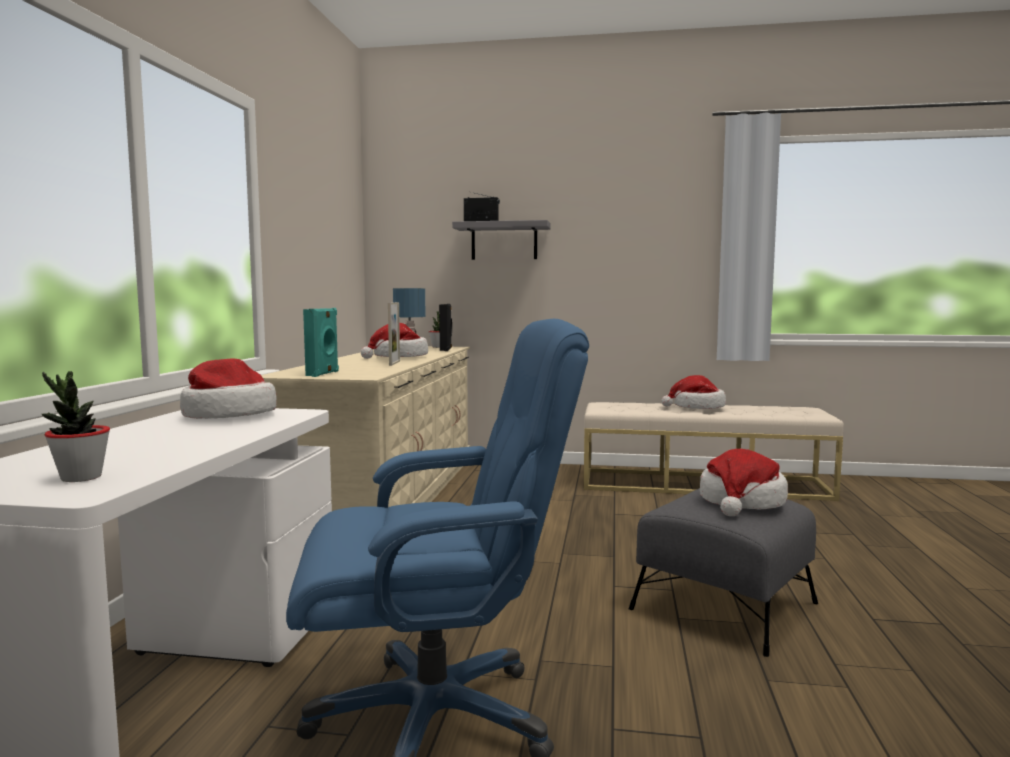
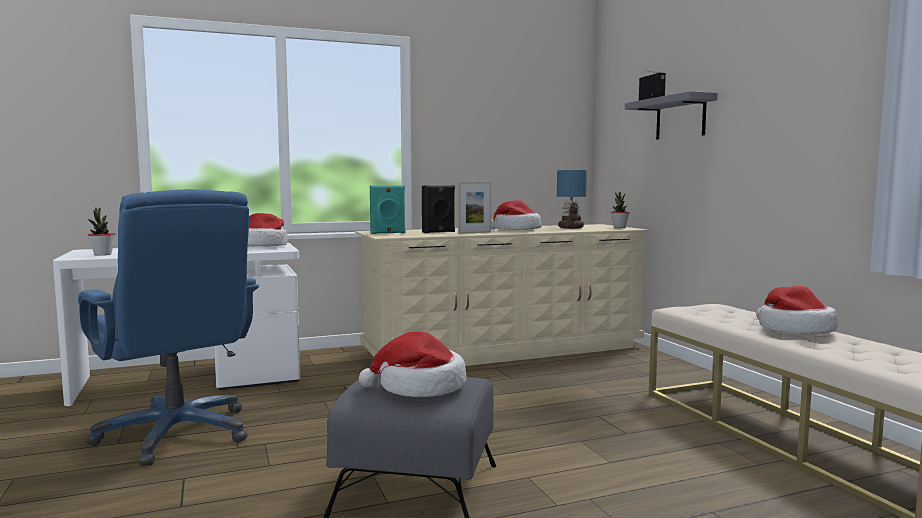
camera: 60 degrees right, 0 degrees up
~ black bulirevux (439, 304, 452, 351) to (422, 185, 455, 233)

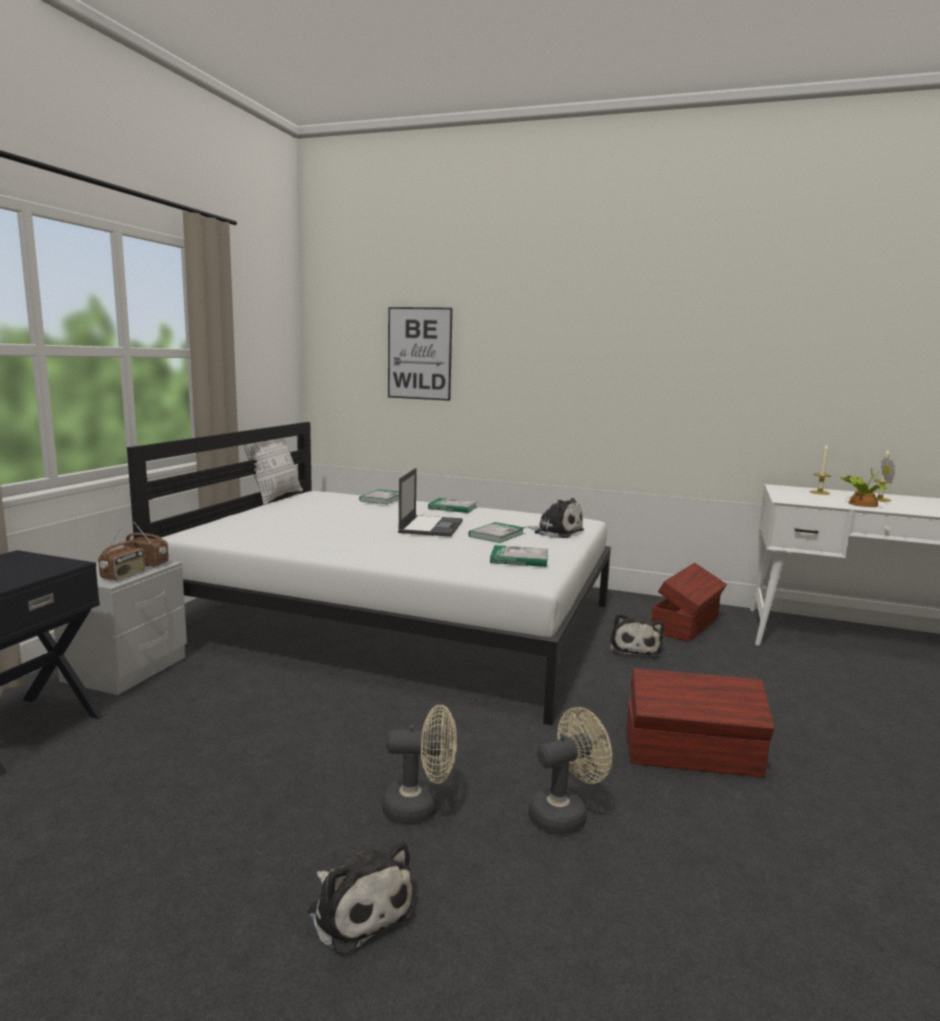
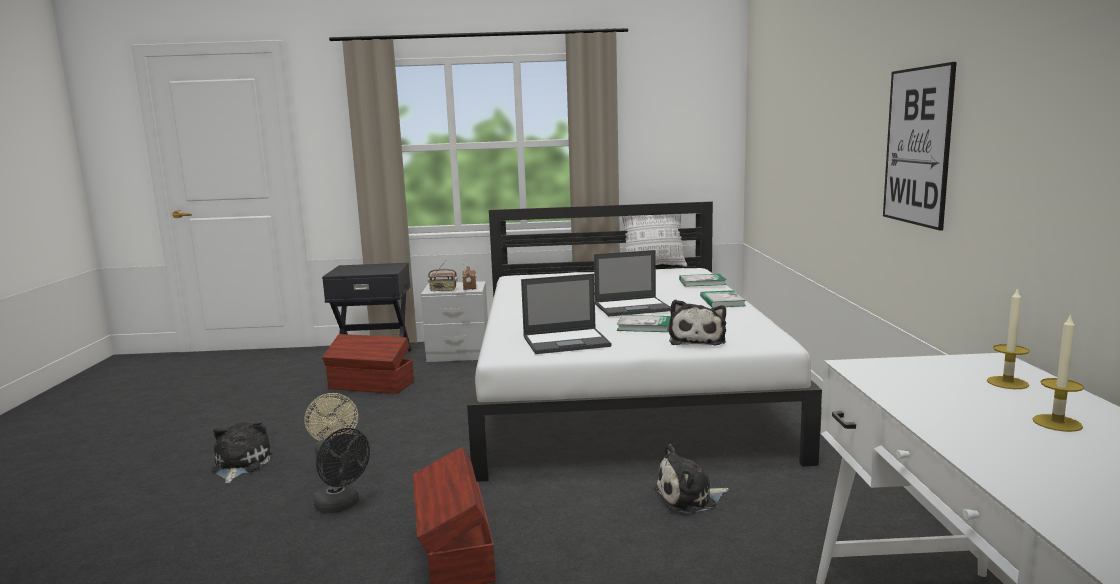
camera: 70 degrees right, 0 degrees up
~ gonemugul (308, 841, 415, 956) = (211, 421, 272, 483) 150 degrees clockwise
~ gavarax (388, 307, 453, 401) to (883, 62, 957, 231)
~ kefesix (490, 545, 548, 567) to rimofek (521, 274, 611, 354)
~ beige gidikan (529, 707, 612, 835) to black gidikan (313, 428, 370, 513)
~ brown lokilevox (651, 563, 727, 642) to (322, 334, 414, 394)
- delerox (840, 456, 895, 507)

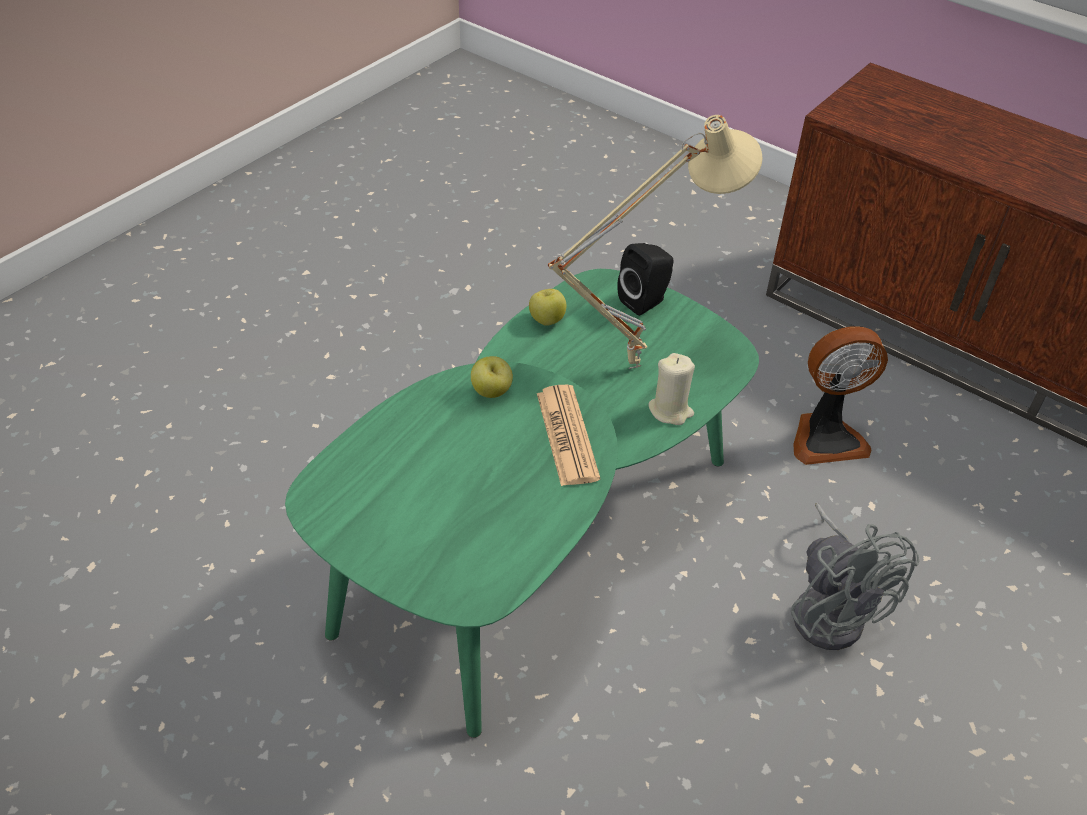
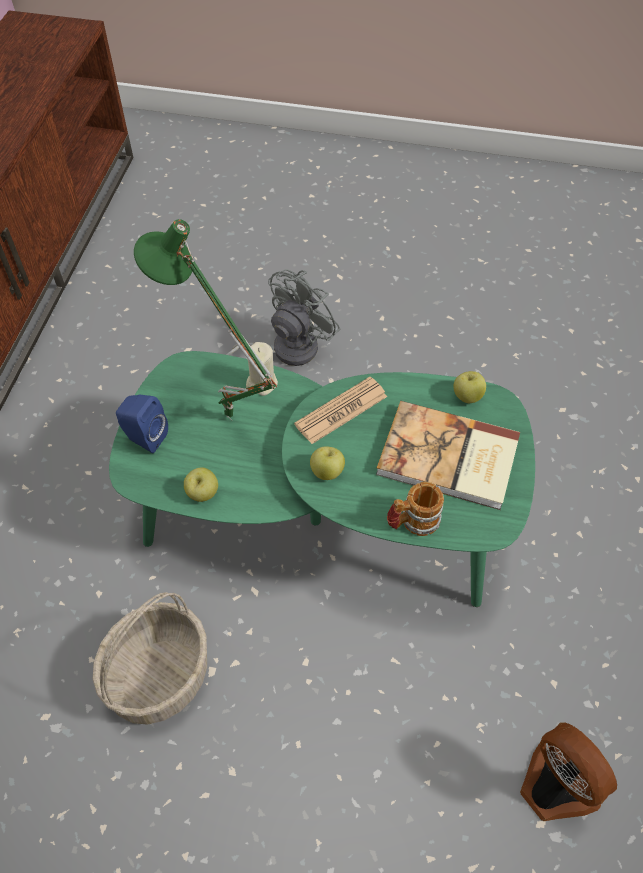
camera: 115 degrees left, 10 degrees up
~ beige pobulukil (548, 115, 762, 369) to green pobulukil (134, 219, 277, 420)
~ black bulirevux (617, 243, 674, 316) to blue bulirevux (116, 395, 168, 453)
~ gidikan (794, 326, 888, 465) to (520, 722, 617, 821)
+ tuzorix (93, 592, 207, 725)
+ kefesix (376, 401, 520, 510)
+ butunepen (387, 482, 444, 536)
+ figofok (454, 371, 486, 403)

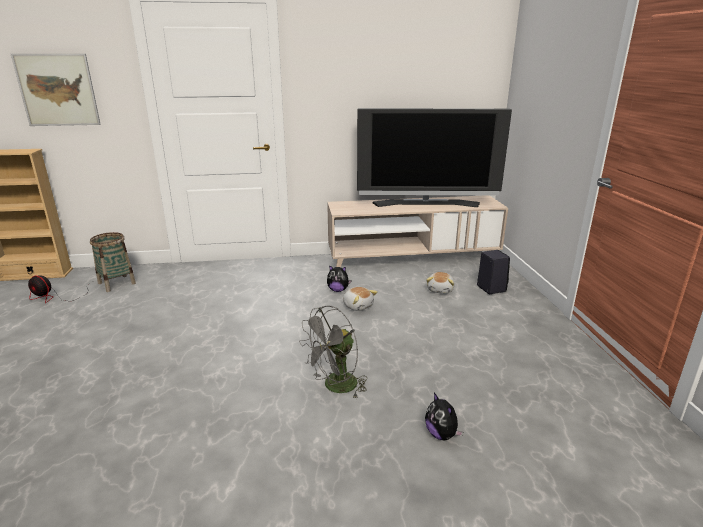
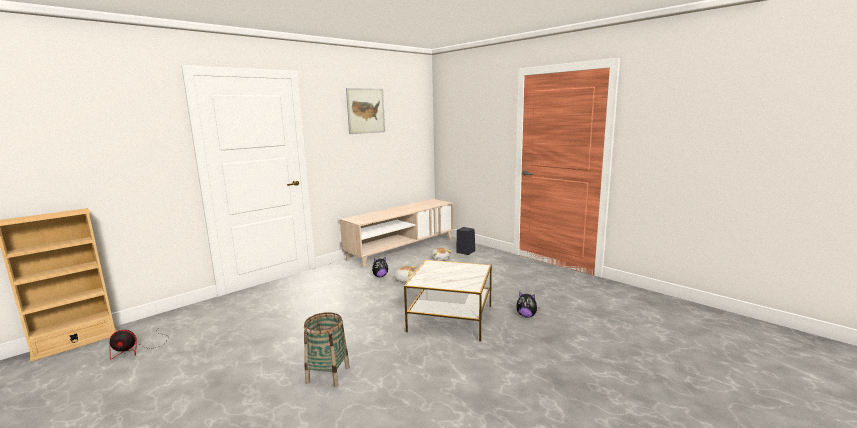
camera: 35 degrees left, 10 degrees down
~ gavarax (11, 54, 101, 126) to (346, 88, 385, 134)
~ tuzorix (90, 232, 136, 292) to (304, 312, 350, 387)
~ grey gidikan (299, 305, 368, 399) to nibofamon (404, 260, 492, 341)
- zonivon (357, 108, 512, 207)

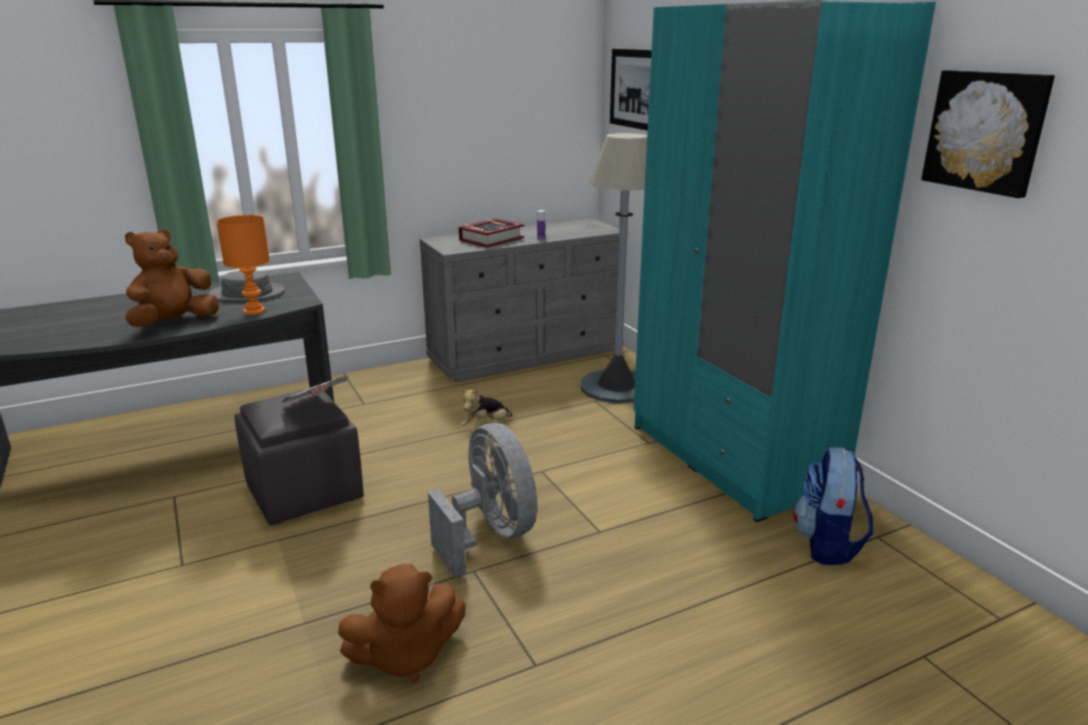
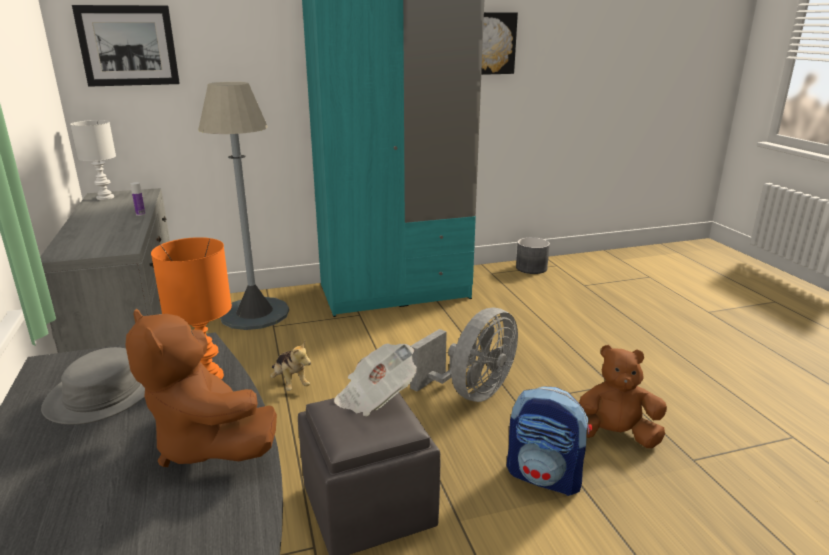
camera: 80 degrees left, 0 degrees up
~ brown gonemugul (338, 564, 466, 683) = (579, 345, 667, 448) 75 degrees counterclockwise
~ grey gidikan (428, 423, 537, 577) = (410, 307, 518, 402) 150 degrees clockwise
- kefesix (459, 219, 524, 247)
~ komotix (793, 447, 873, 565) to (507, 386, 592, 496)
+ white pobulukil (70, 120, 116, 200)
+ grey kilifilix (516, 237, 550, 274)

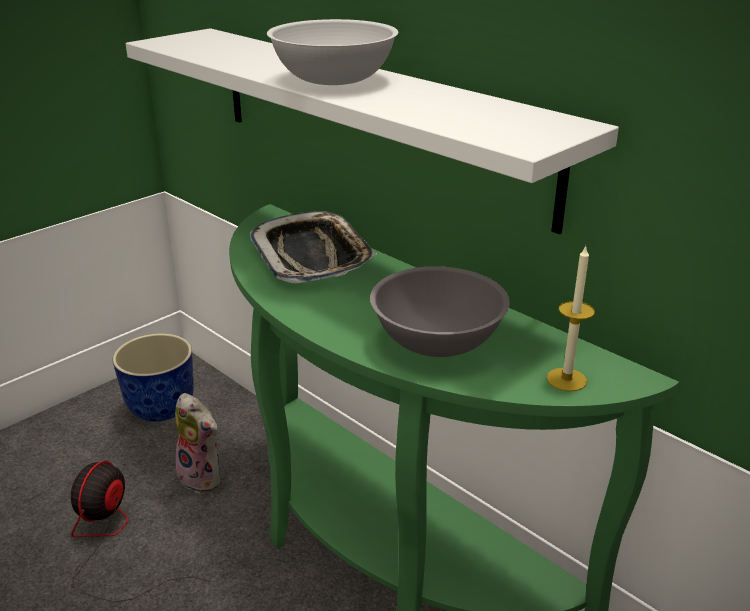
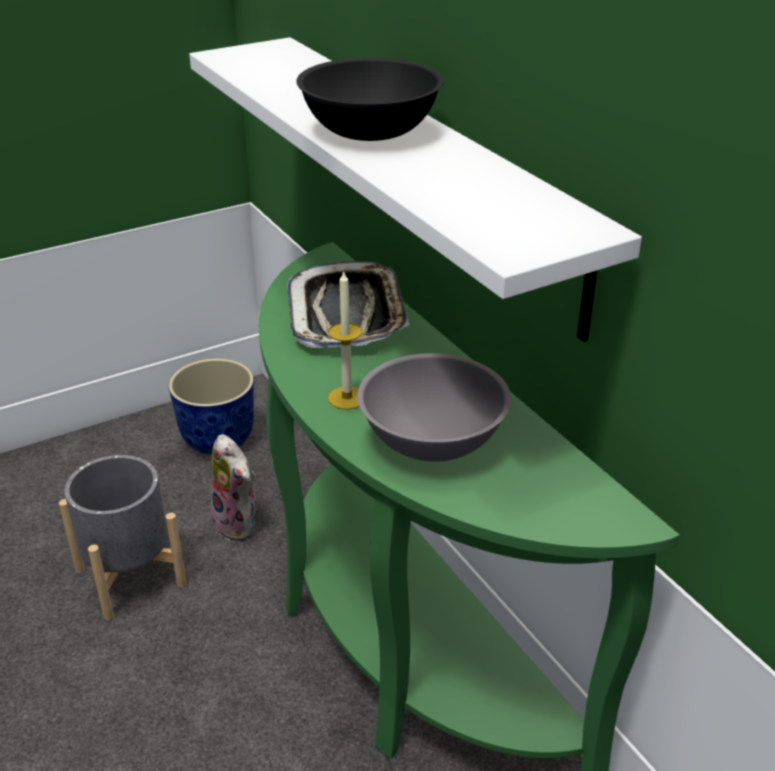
camera: 15 degrees right, 5 degrees up
~ gidikan (71, 461, 212, 602) to grey kilifilix (59, 455, 187, 621)
~ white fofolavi (267, 19, 399, 85) to black fofolavi (296, 57, 444, 141)
~ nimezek (547, 246, 595, 392) to (328, 270, 363, 410)

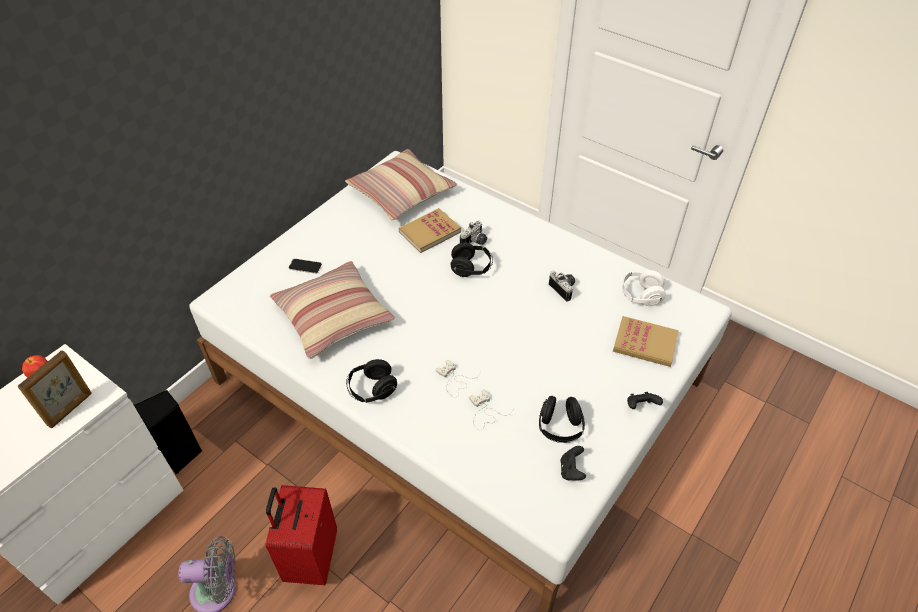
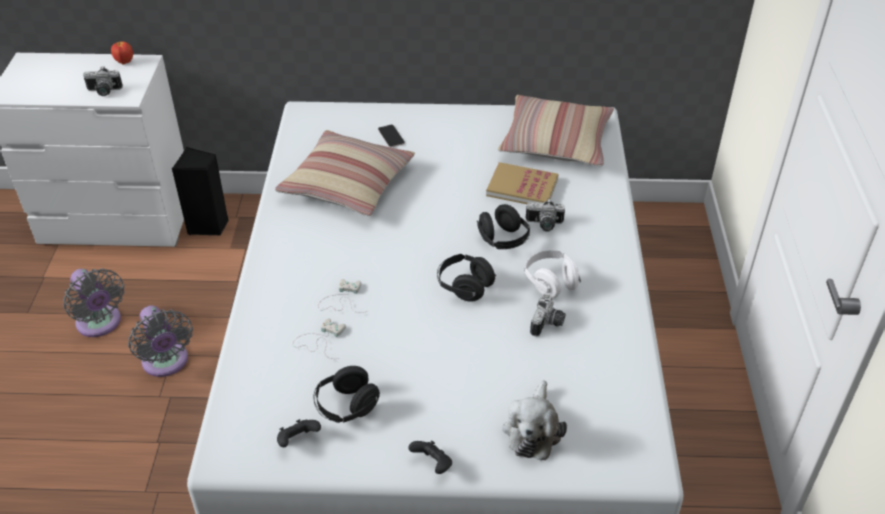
camera: 55 degrees right, 5 degrees down
~ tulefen (17, 350, 92, 428) to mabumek (83, 66, 123, 96)
~ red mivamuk (266, 485, 337, 585) to grey gidikan (128, 306, 193, 377)
~ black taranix (346, 359, 397, 403) to (437, 254, 496, 302)
~ kefesix (613, 316, 679, 367) to gonemugul (502, 380, 567, 460)
~ white taranix (621, 270, 666, 306) to (525, 250, 581, 298)

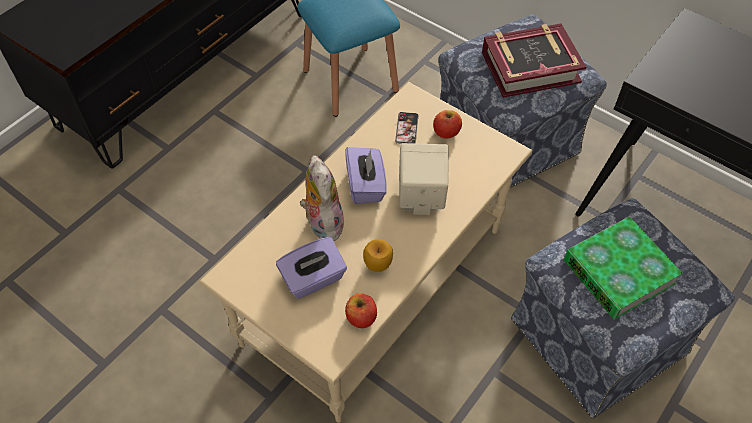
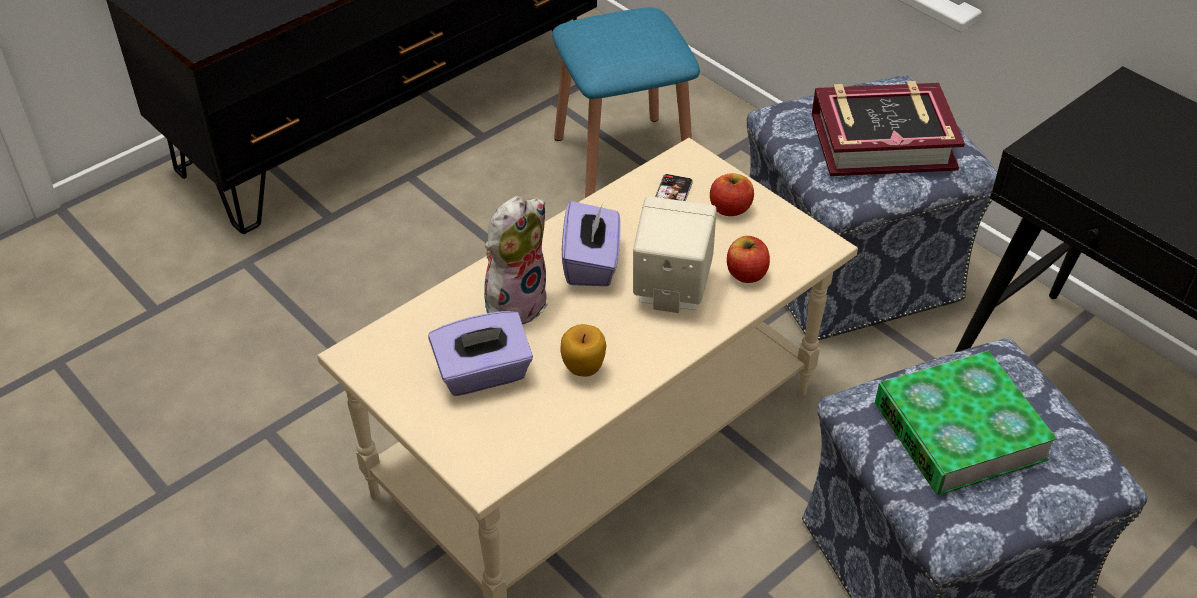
camera: 10 degrees right, 10 degrees down
~ gonemugul (300, 155, 346, 241) = (484, 196, 548, 324) 45 degrees clockwise
~ figofok (345, 293, 377, 328) to (727, 236, 770, 283)

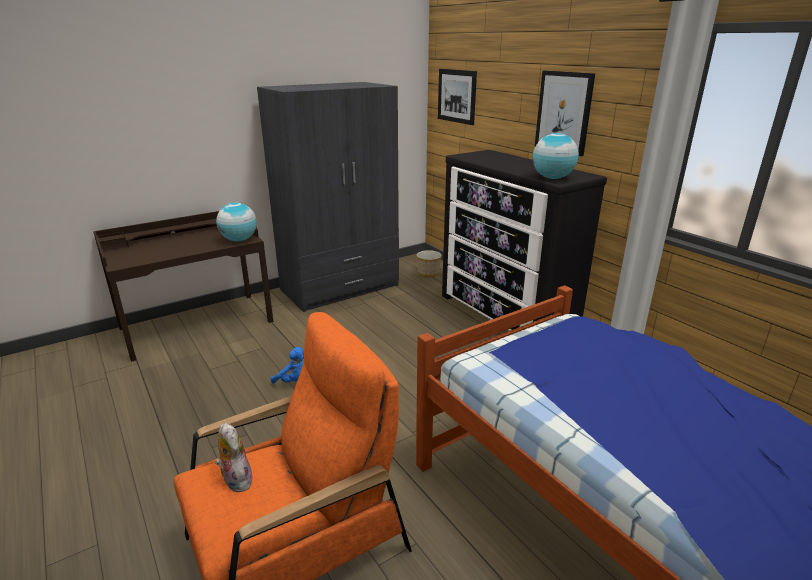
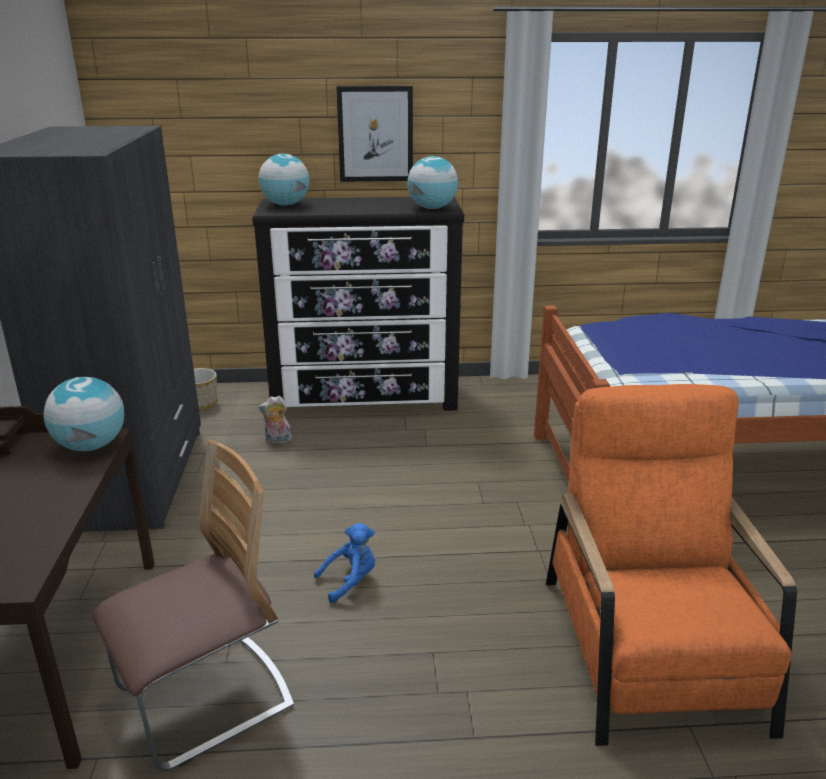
camera: 60 degrees left, 0 degrees up
~ gonemugul (215, 423, 252, 492) to (258, 396, 291, 444)
- gavarax (438, 69, 477, 125)
+ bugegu (92, 440, 294, 771)
+ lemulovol (259, 154, 309, 206)

